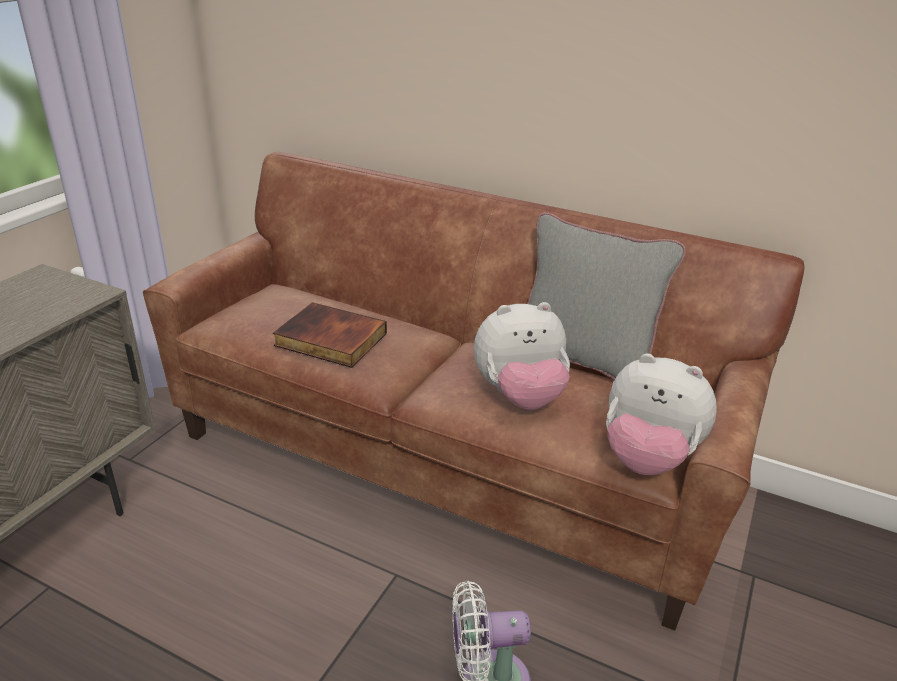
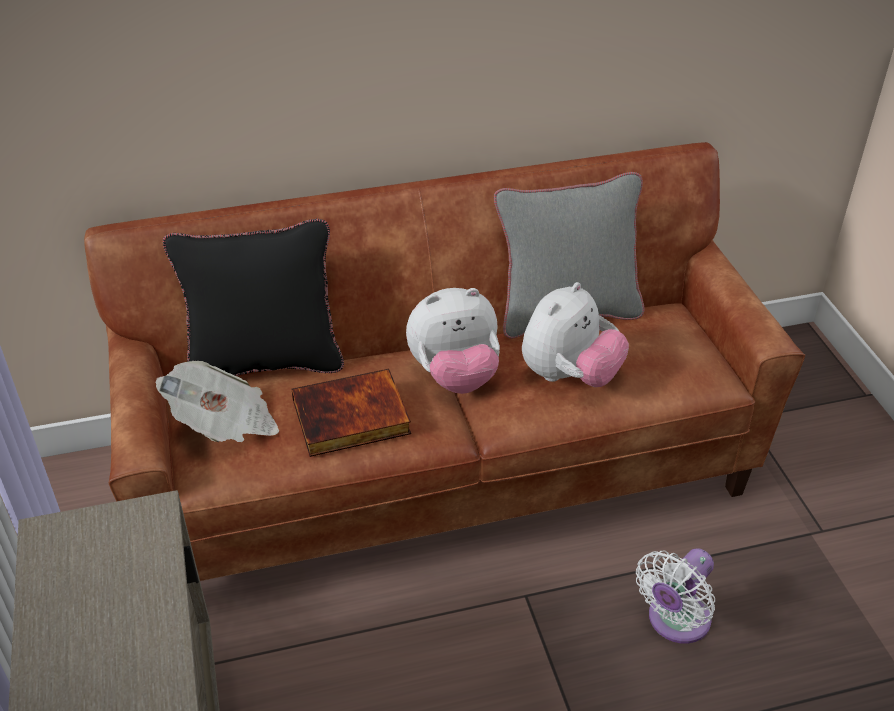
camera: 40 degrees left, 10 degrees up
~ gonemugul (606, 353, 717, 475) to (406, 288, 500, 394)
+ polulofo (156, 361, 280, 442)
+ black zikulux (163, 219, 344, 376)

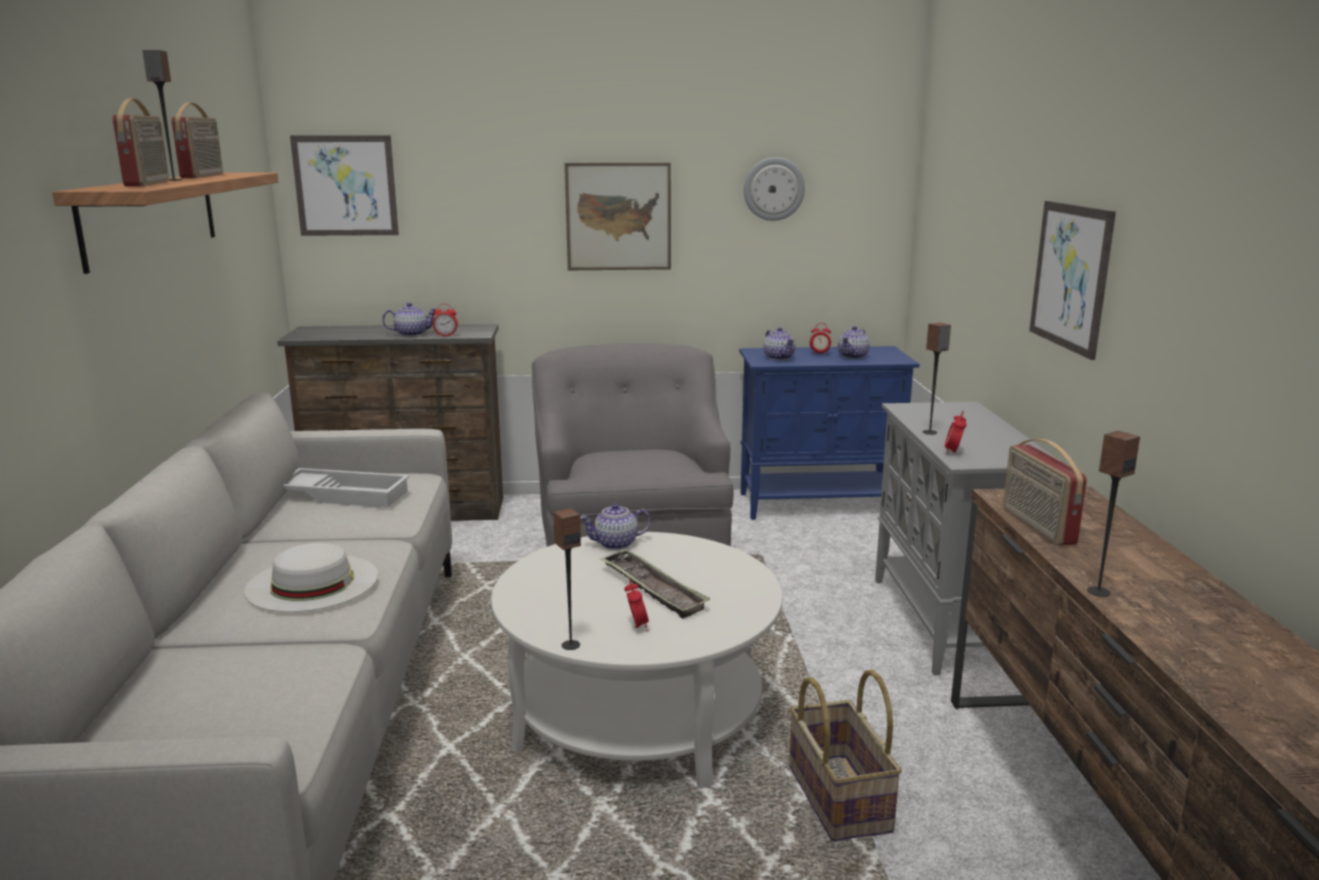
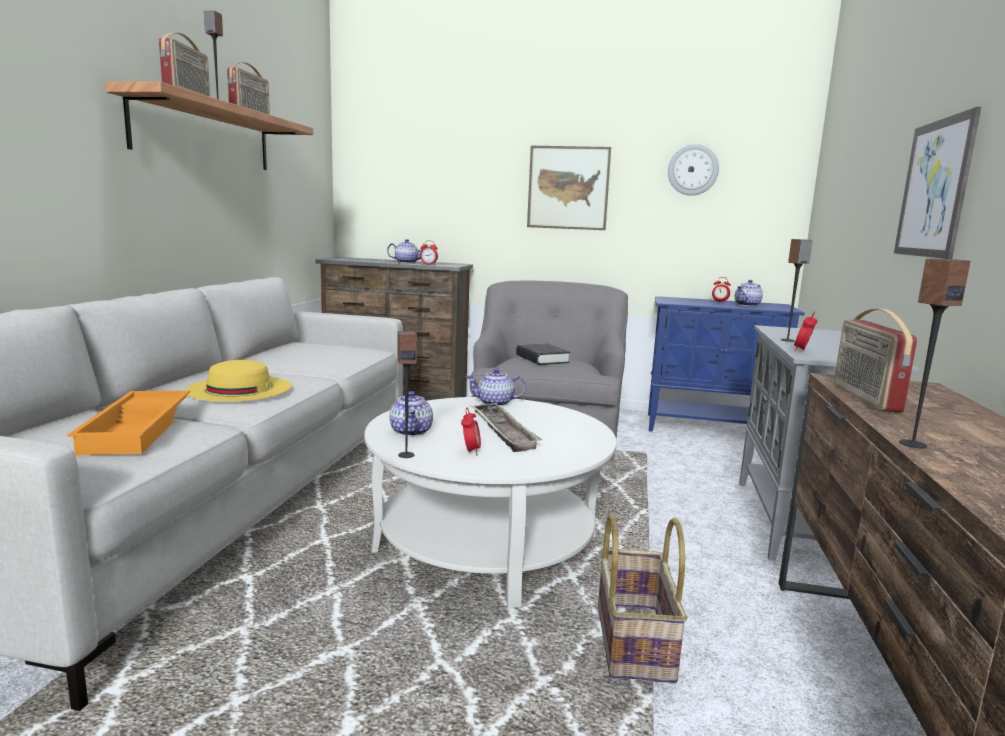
camera: 15 degrees right, 5 degrees down
~ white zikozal (244, 543, 378, 612) to yellow zikozal (185, 360, 292, 402)
- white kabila (283, 468, 410, 508)
- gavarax (290, 135, 399, 236)
~ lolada (763, 327, 795, 360) to (389, 391, 433, 437)
+ orange kabila (67, 391, 190, 455)
+ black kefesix (516, 343, 570, 365)

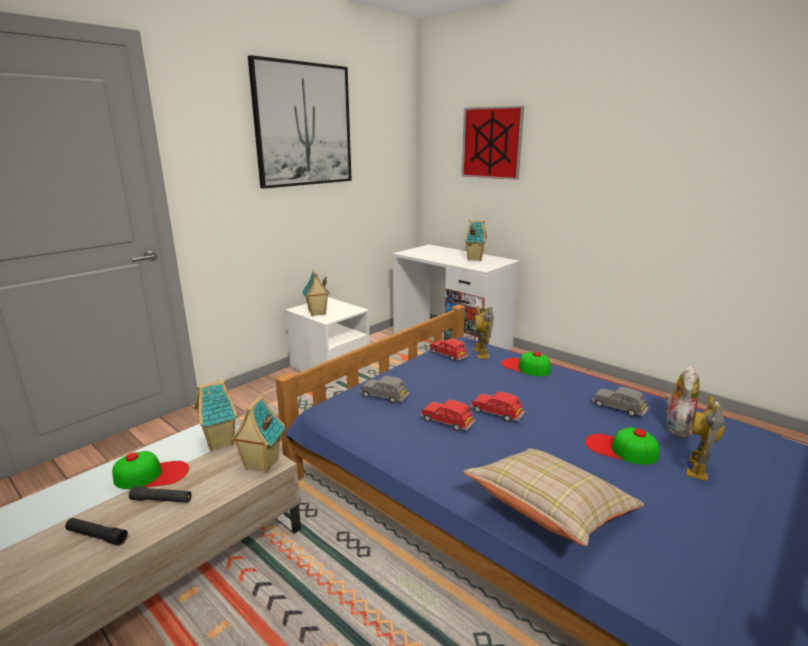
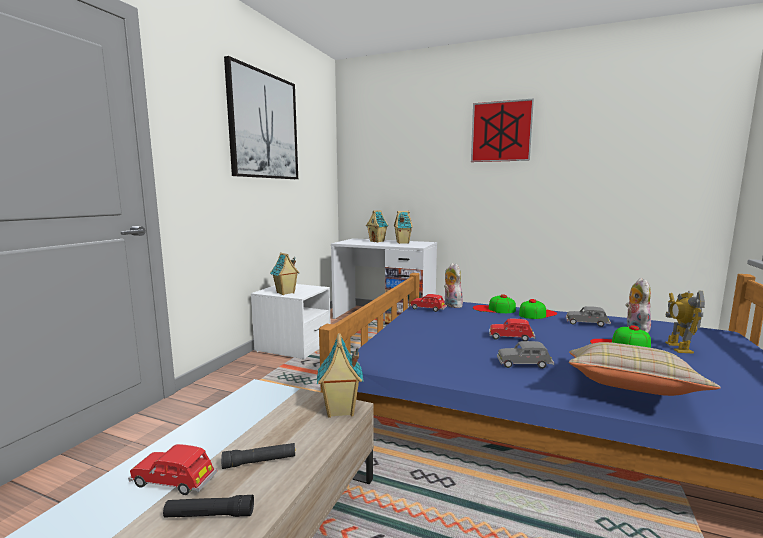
camera: 20 degrees left, 10 degrees down
~ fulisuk (112, 451, 189, 489) to (519, 299, 557, 319)
~ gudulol (195, 380, 237, 451) to (366, 210, 389, 242)
~ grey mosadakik (359, 376, 409, 404) to (497, 341, 554, 369)
~ red mosadakik (420, 400, 476, 431) to (128, 444, 217, 495)
~ gavarax (461, 106, 524, 180) to (471, 98, 534, 162)
~ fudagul (473, 306, 494, 359) to gonemugul (444, 263, 463, 308)

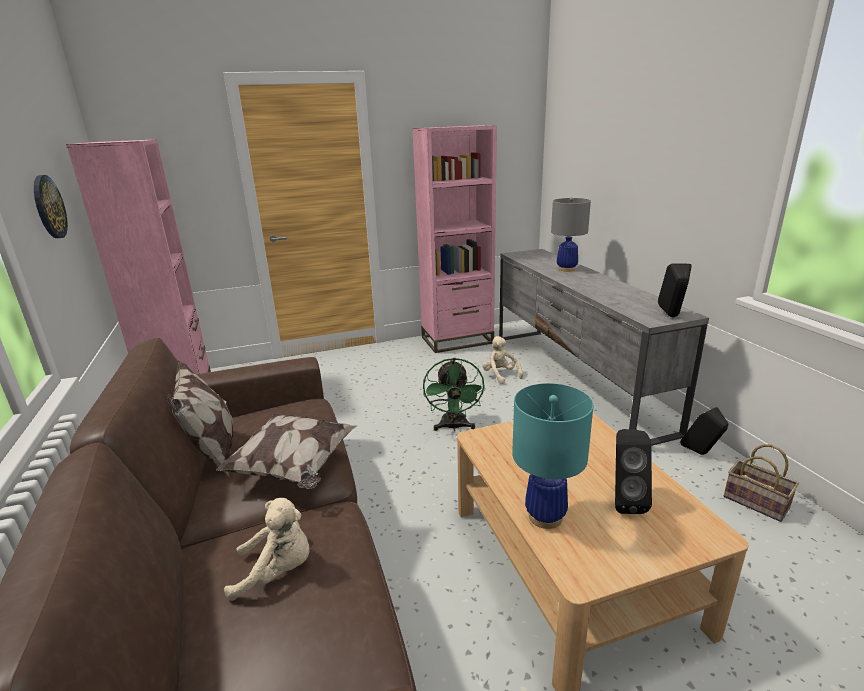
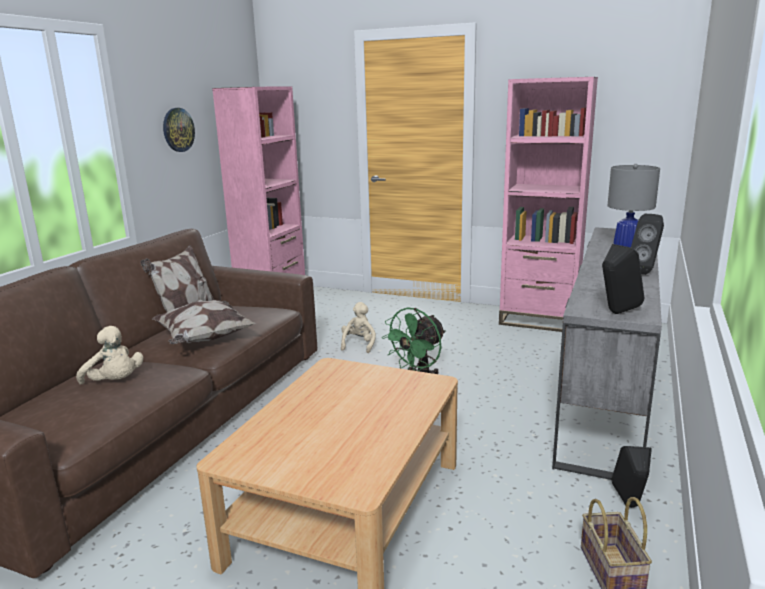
camera: 40 degrees right, 5 degrees down
~ beige gonemugul (482, 336, 523, 384) to (341, 302, 376, 353)
- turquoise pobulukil (512, 383, 593, 529)
~ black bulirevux (615, 429, 652, 514) to (631, 214, 664, 275)

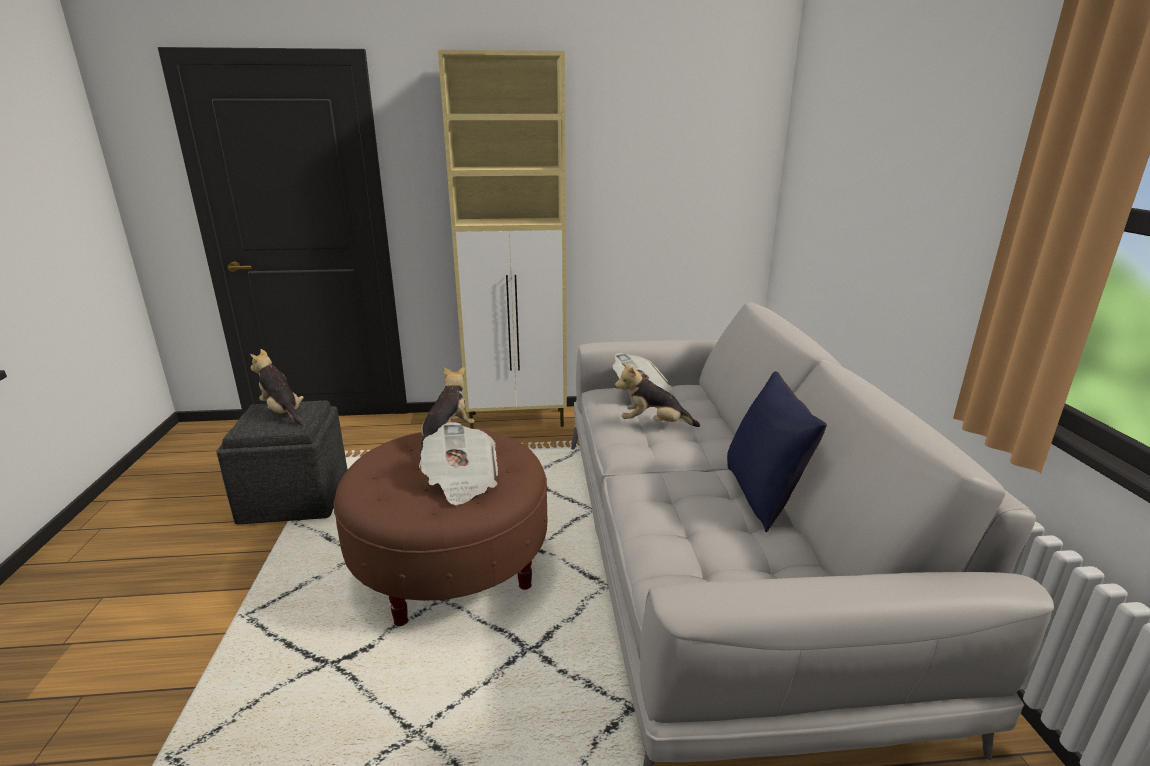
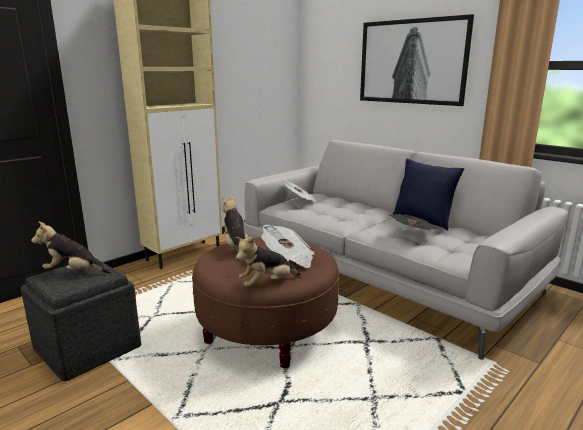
camera: 40 degrees left, 5 degrees down
~ gonemugul (615, 363, 700, 427) to (236, 237, 301, 287)
+ gavarax (360, 14, 474, 106)
+ polulofo (389, 214, 436, 230)

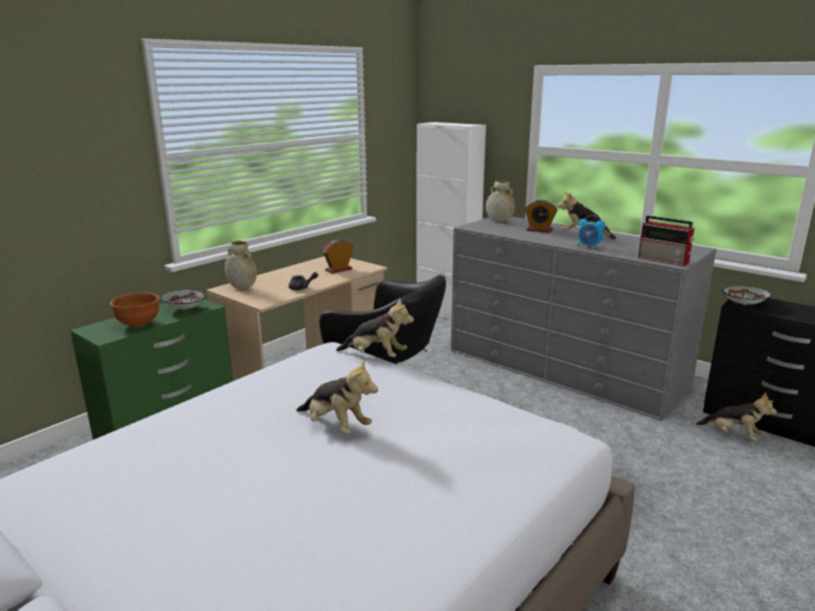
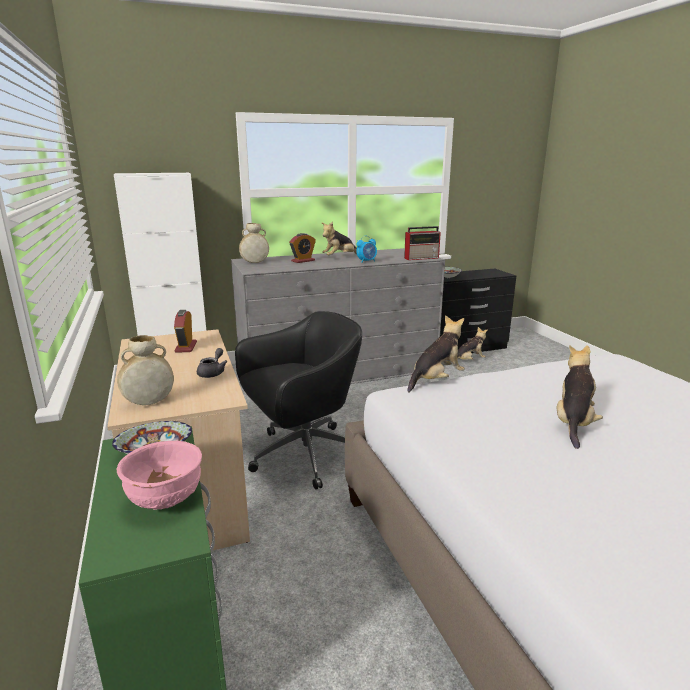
camera: 60 degrees left, 0 degrees up
~ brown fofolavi (110, 292, 160, 327) to pink fofolavi (117, 441, 202, 510)
~ gonemugul (296, 360, 378, 434) = (557, 345, 603, 449) 45 degrees counterclockwise

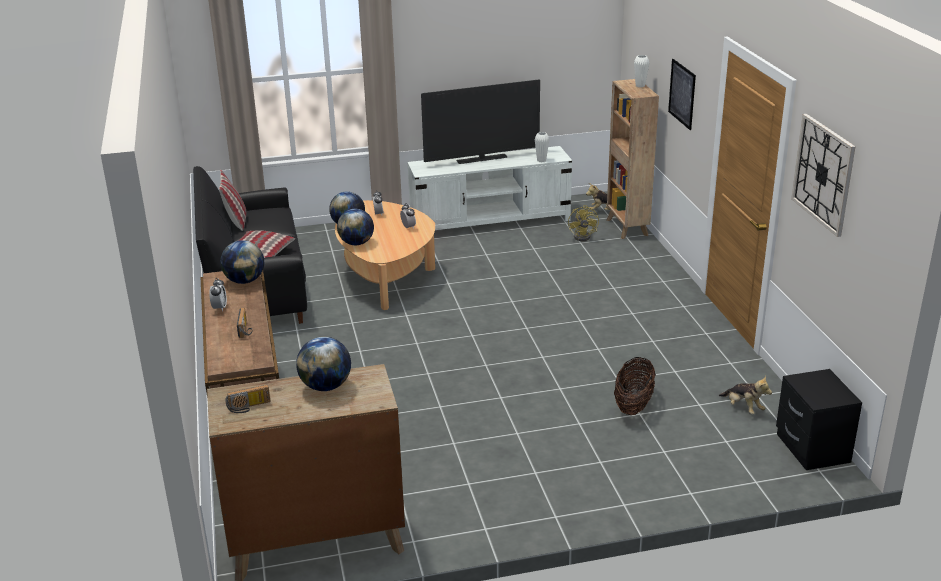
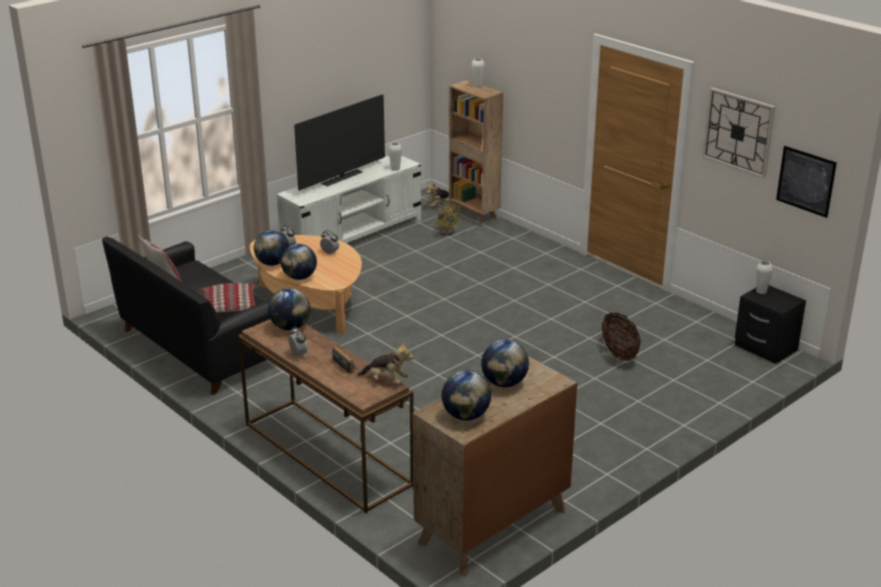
camera: 30 degrees left, 0 degrees up
~ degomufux (225, 385, 270, 413) to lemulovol (442, 371, 491, 421)
~ gavarax (668, 59, 696, 130) to (776, 146, 837, 218)
~ gonemugul (719, 376, 772, 414) to (357, 342, 414, 384)
+ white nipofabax (756, 261, 773, 294)

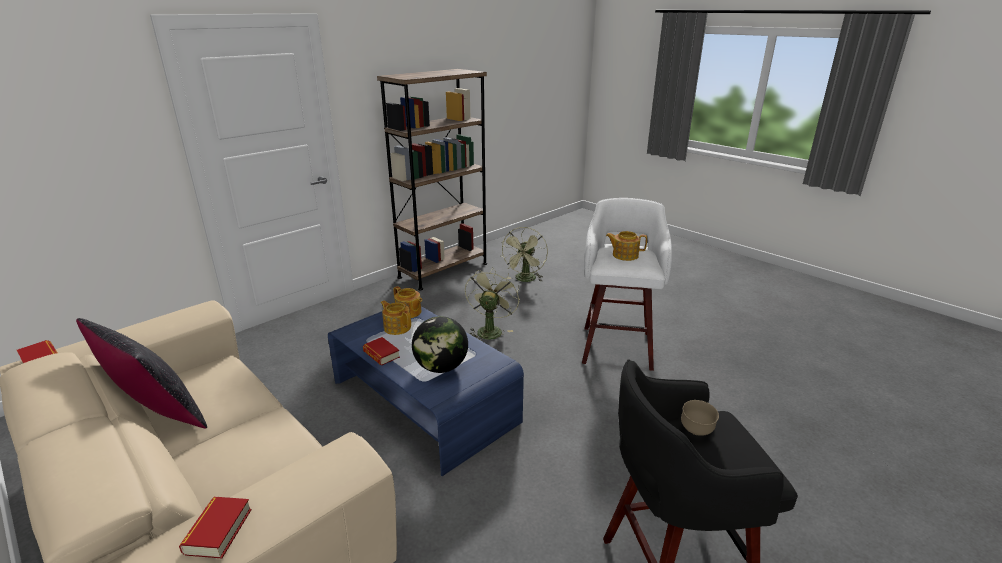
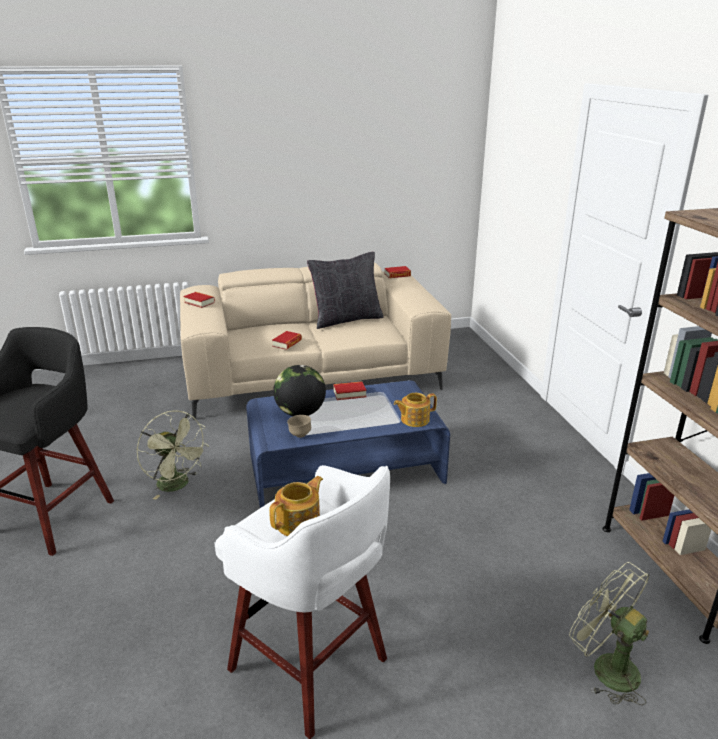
camera: 120 degrees right, 0 degrees up
- lolada (381, 301, 411, 335)
~ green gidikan (465, 267, 520, 340) to (136, 410, 209, 500)
~ brown fofolavi (681, 400, 719, 436) to (287, 415, 311, 438)
+ kefesix (272, 331, 302, 350)

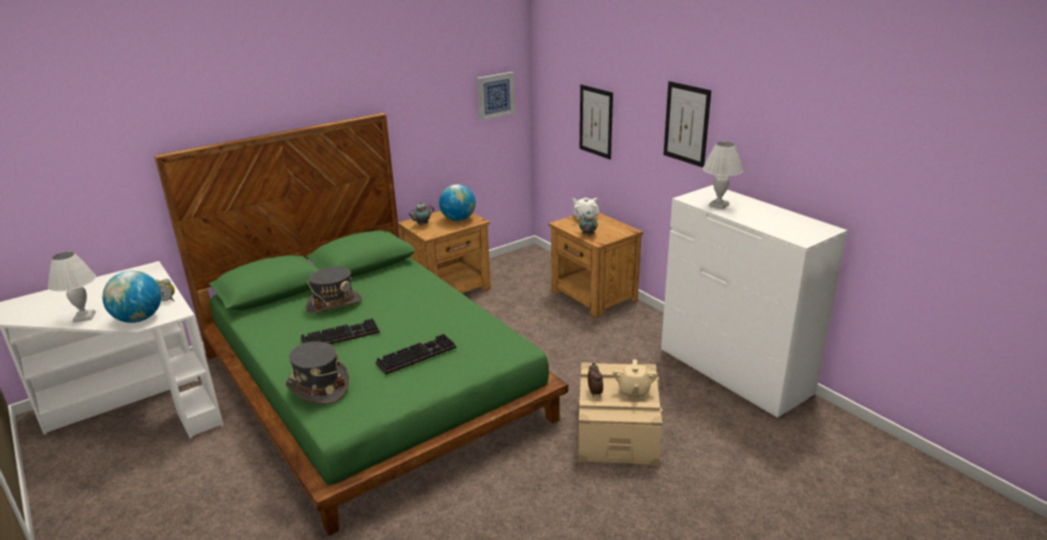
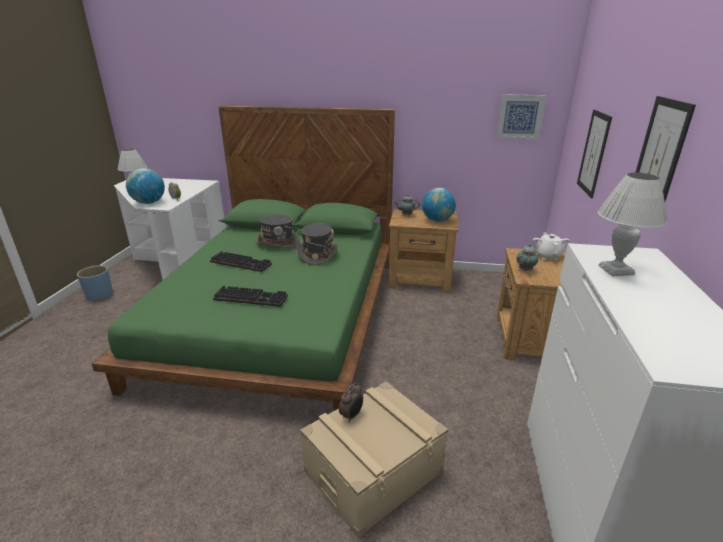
camera: 45 degrees right, 0 degrees up
~ grey zikozal (286, 341, 349, 404) to (296, 223, 338, 265)
- beige lolada (613, 360, 658, 398)
+ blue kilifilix (77, 265, 113, 302)

